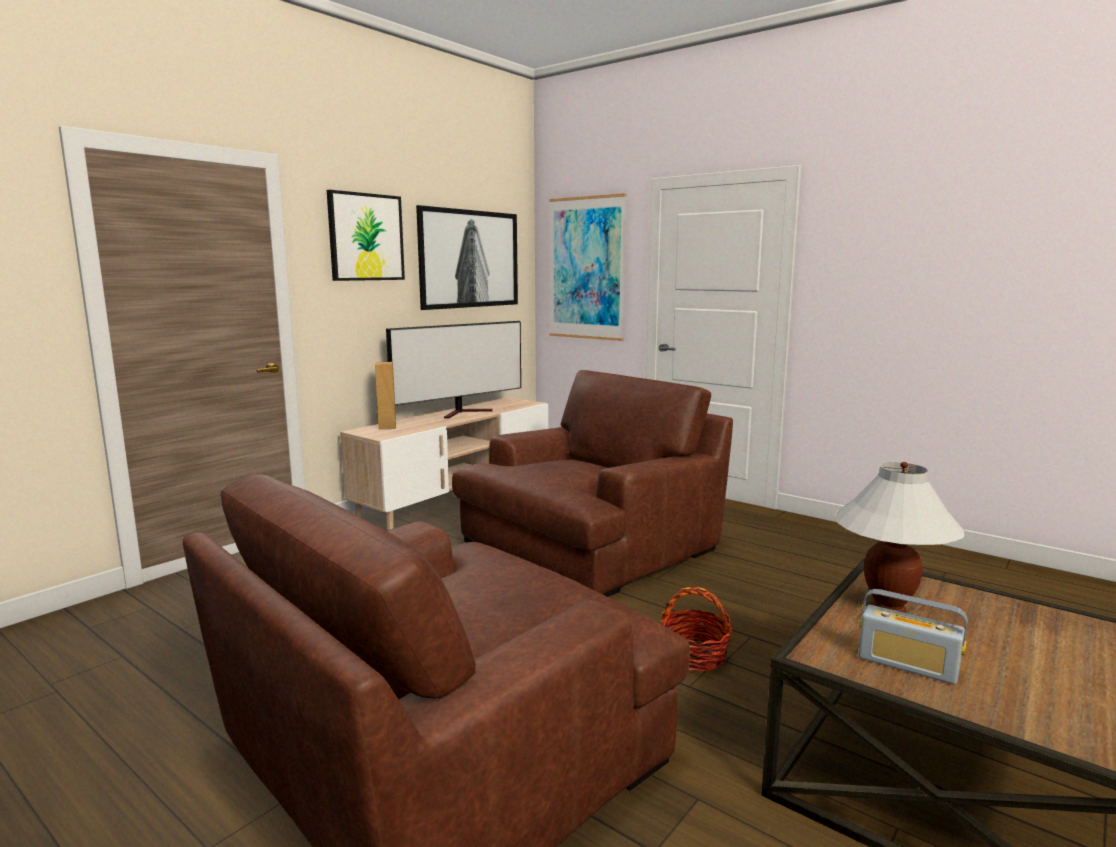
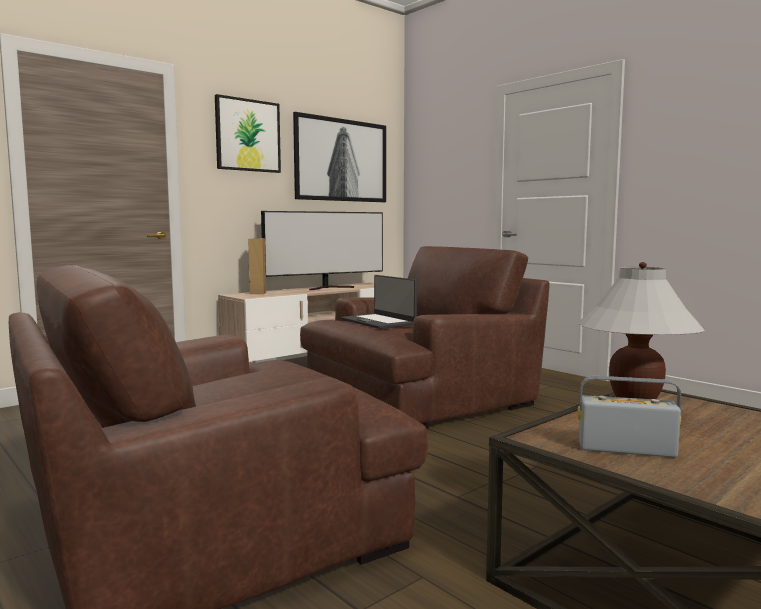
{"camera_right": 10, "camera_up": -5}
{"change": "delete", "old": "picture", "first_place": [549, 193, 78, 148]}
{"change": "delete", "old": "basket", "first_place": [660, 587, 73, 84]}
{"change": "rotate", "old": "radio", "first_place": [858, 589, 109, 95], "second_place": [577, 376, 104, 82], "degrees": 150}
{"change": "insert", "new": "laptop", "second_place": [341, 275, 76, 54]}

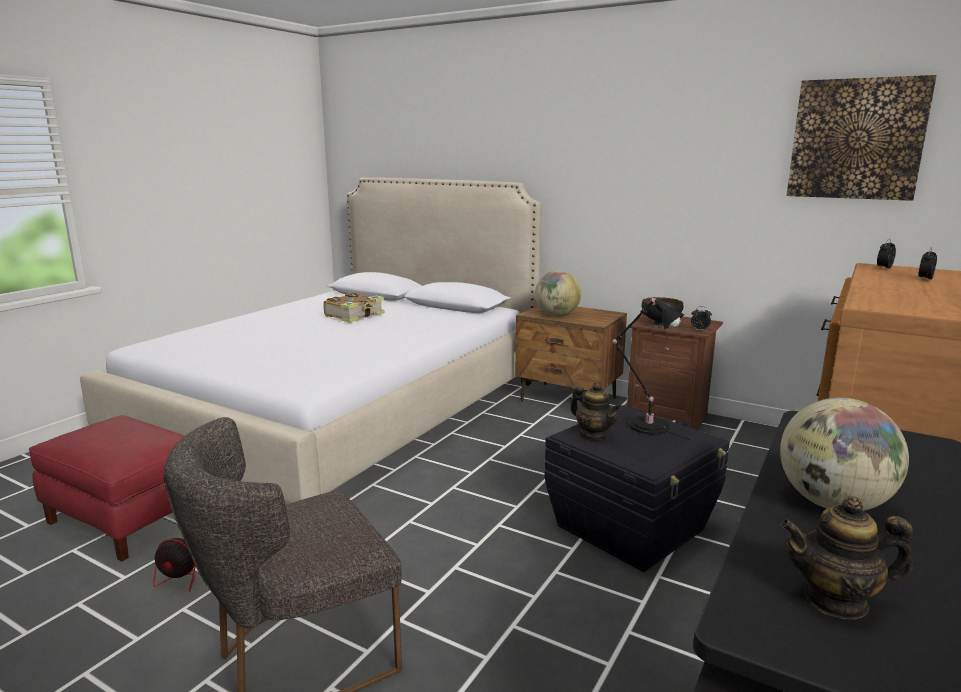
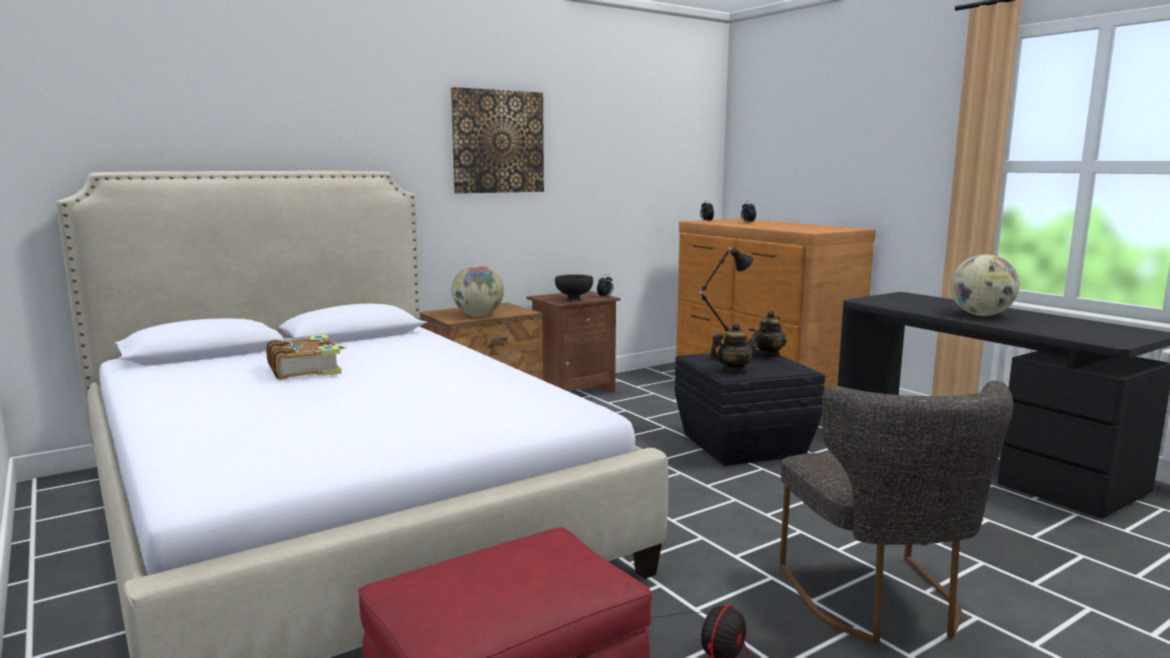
{"camera_right": -65, "camera_up": -5}
{"change": "move", "old": "picture", "first_place": [787, 75, 150, 126], "second_place": [451, 87, 93, 106]}
{"change": "move", "old": "teapot", "first_place": [781, 496, 132, 123], "second_place": [753, 311, 34, 47]}

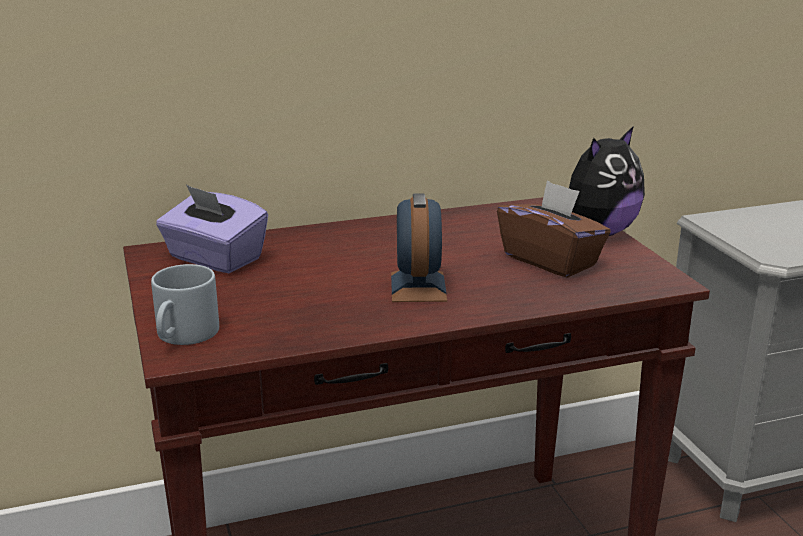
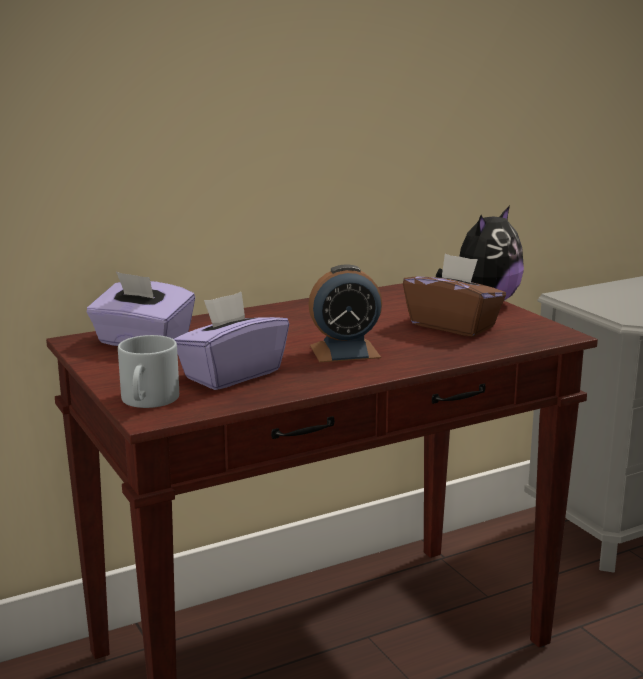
{"camera_right": -10, "camera_up": -5}
{"change": "rotate", "old": "alarm clock", "first_place": [391, 193, 56, 109], "second_place": [308, 264, 74, 98], "degrees": 90}
{"change": "insert", "new": "purple tissue box", "second_place": [174, 292, 115, 98]}

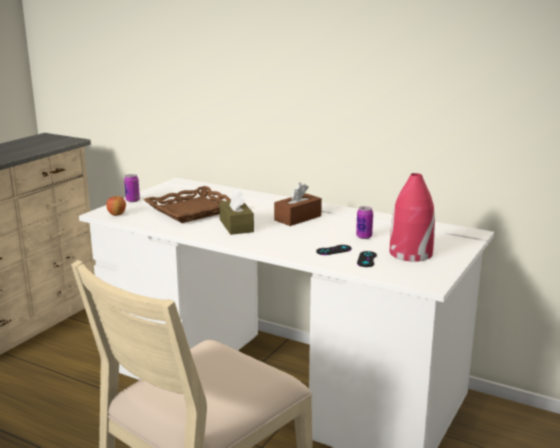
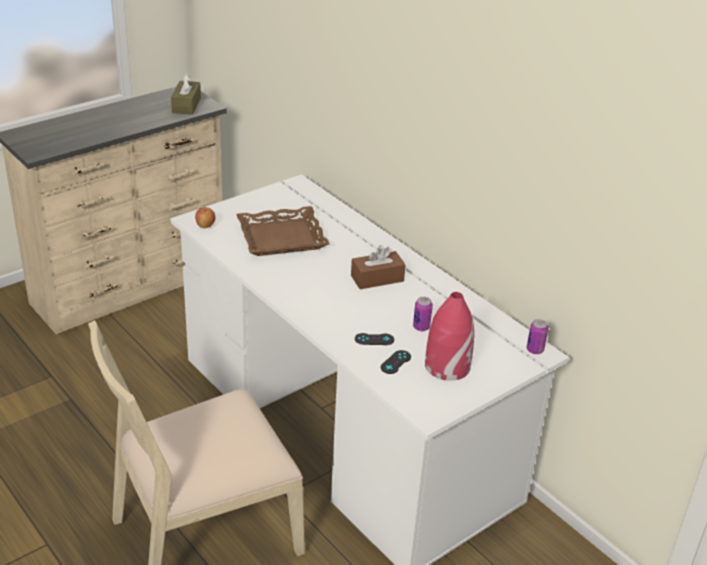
{"camera_right": 20, "camera_up": 15}
{"change": "move", "old": "can", "first_place": [124, 174, 16, 28], "second_place": [527, 319, 21, 35]}
{"change": "move", "old": "brown tissue box", "first_place": [219, 189, 35, 46], "second_place": [171, 73, 30, 42]}

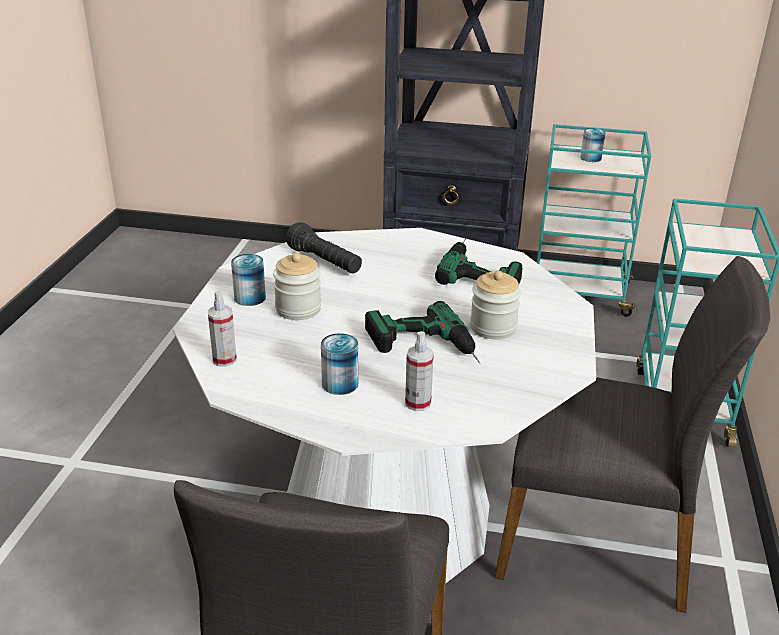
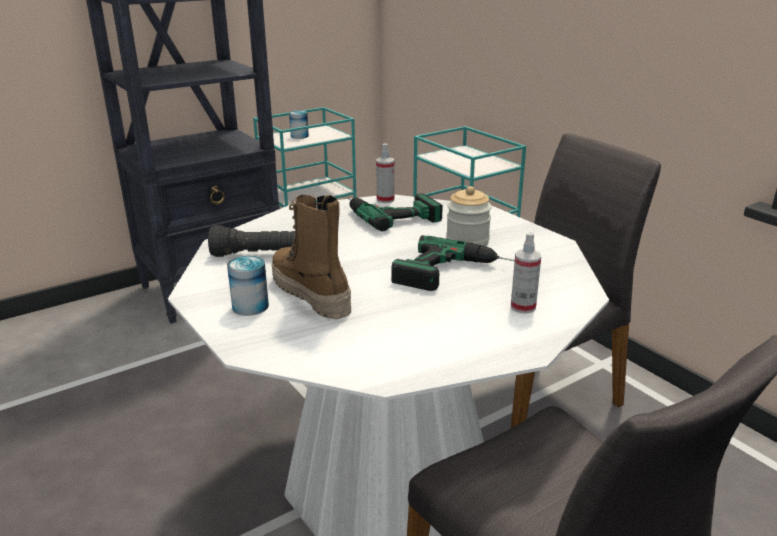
{"camera_right": -45, "camera_up": -5}
{"change": "replace", "old": "jar", "new": "boot", "first_place": [273, 253, 48, 67], "second_place": [271, 195, 80, 124]}
{"change": "move", "old": "spray bottle", "first_place": [208, 290, 29, 77], "second_place": [376, 143, 19, 60]}
{"change": "delete", "old": "can", "first_place": [321, 333, 37, 62]}

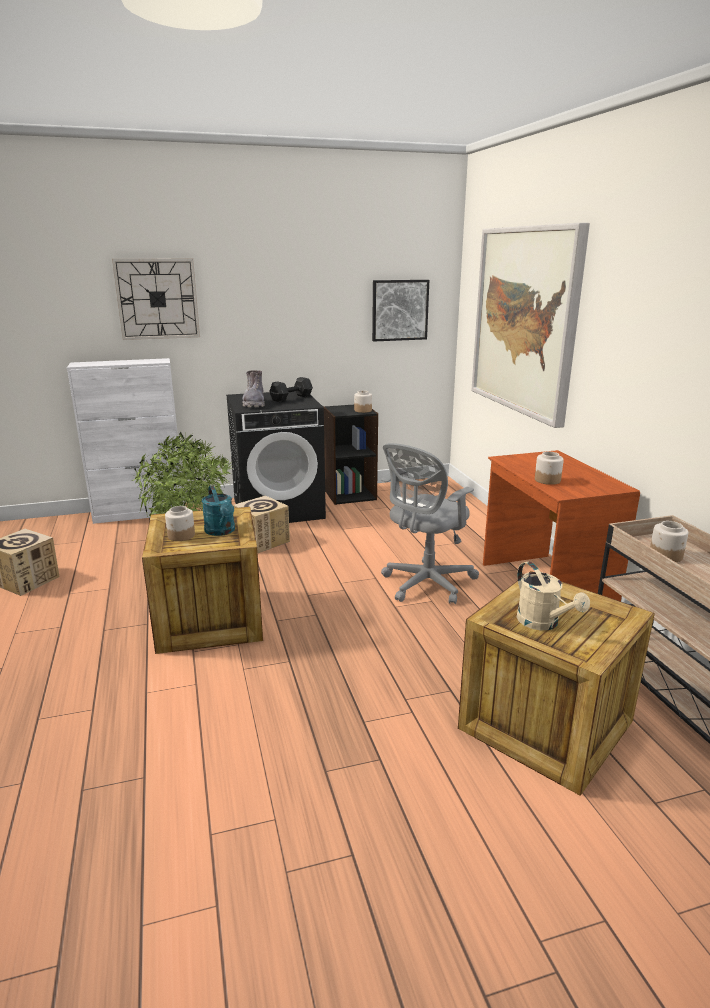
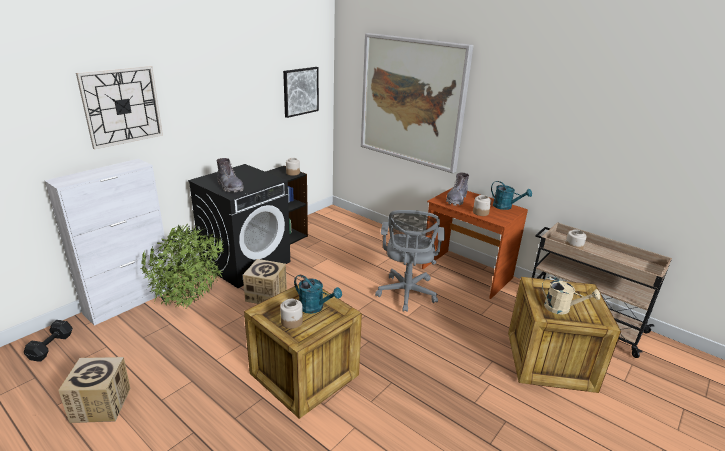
{"camera_right": -35, "camera_up": 5}
{"change": "move", "old": "black dumbbell", "first_place": [269, 377, 44, 25], "second_place": [24, 320, 49, 42]}
{"change": "insert", "new": "grey boot", "second_place": [446, 172, 23, 34]}
{"change": "insert", "new": "turquoise watering can", "second_place": [491, 181, 41, 29]}

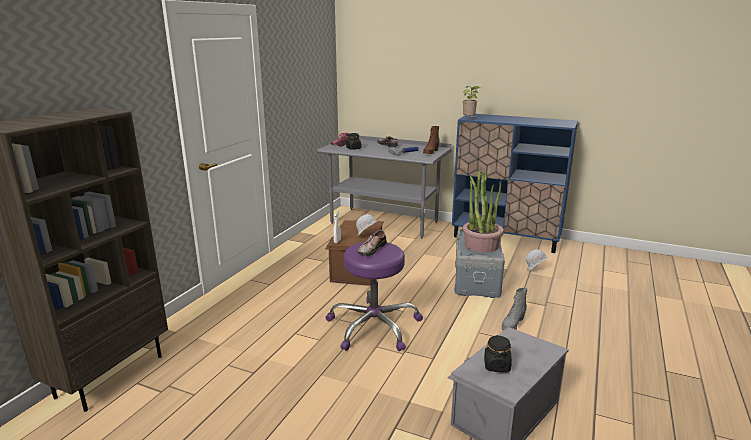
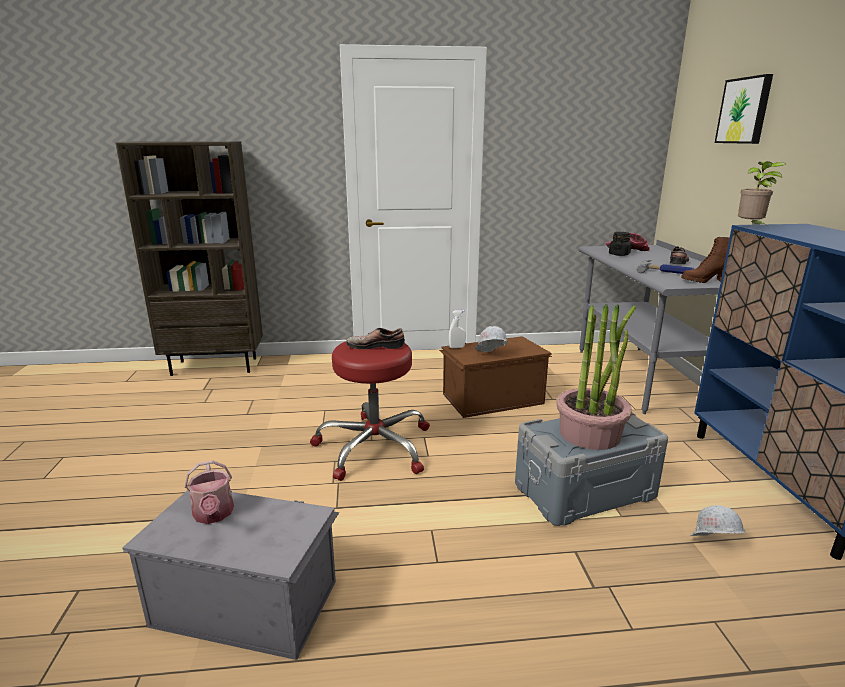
{"camera_right": 60, "camera_up": 0}
{"change": "recolor", "old": "purple stool", "new": "red stool", "first_place": [325, 242, 98, 109], "second_place": [310, 342, 120, 139]}
{"change": "delete", "old": "grey boot", "first_place": [502, 288, 25, 43]}
{"change": "replace", "old": "black jar", "new": "watering can", "first_place": [484, 335, 28, 38], "second_place": [185, 460, 49, 64]}
{"change": "insert", "new": "picture", "second_place": [715, 74, 58, 70]}

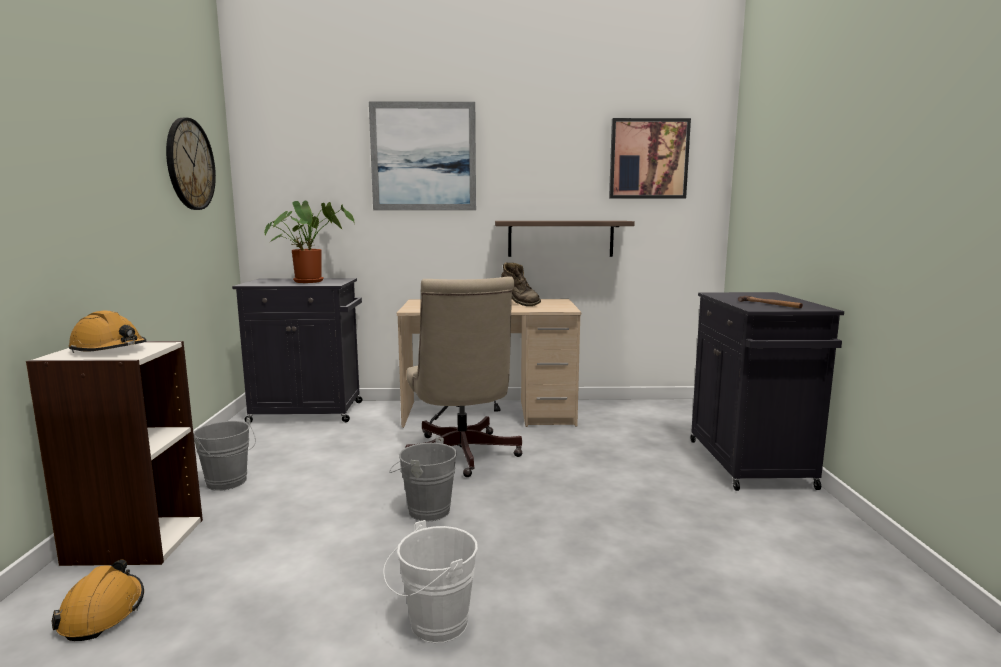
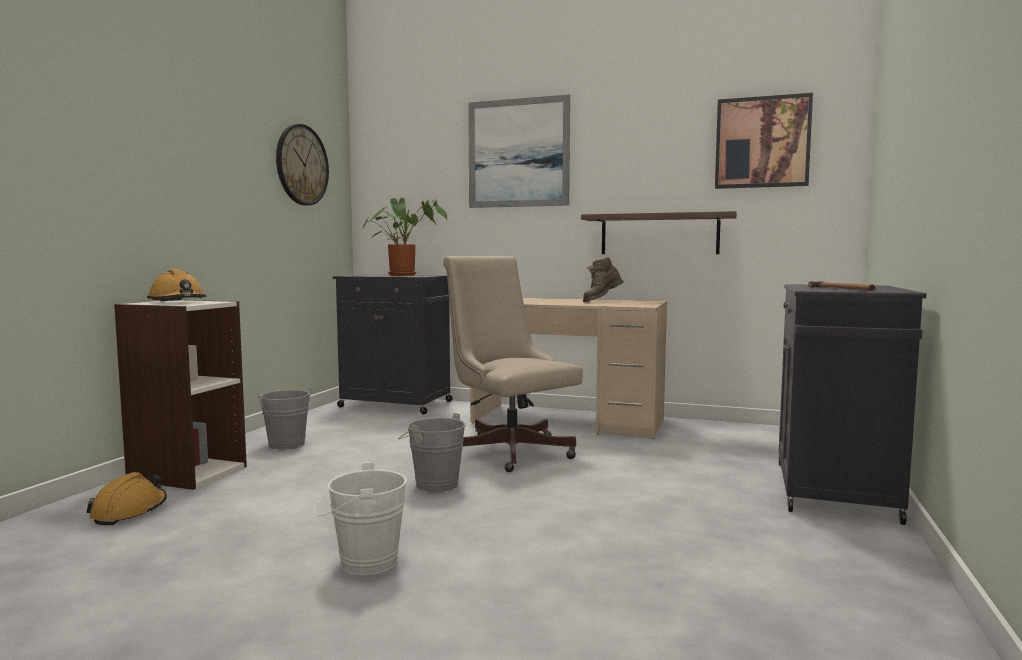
{"camera_right": 20, "camera_up": -5}
{"change": "rotate", "old": "brown boot", "first_place": [501, 262, 40, 44], "second_place": [583, 257, 41, 45], "degrees": 75}
{"change": "rotate", "old": "beige office chair", "first_place": [405, 276, 118, 201], "second_place": [443, 256, 140, 216], "degrees": 135}

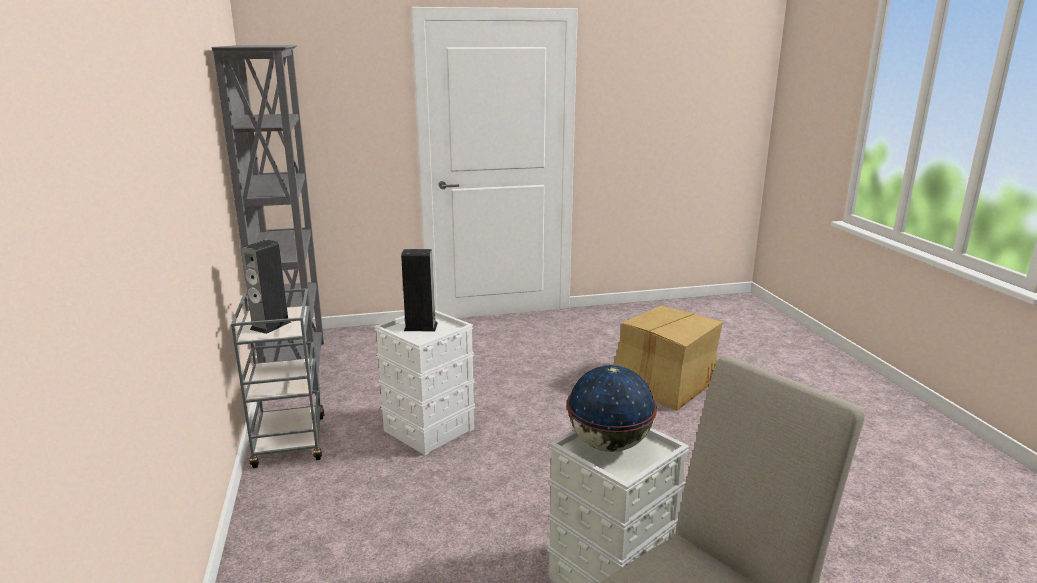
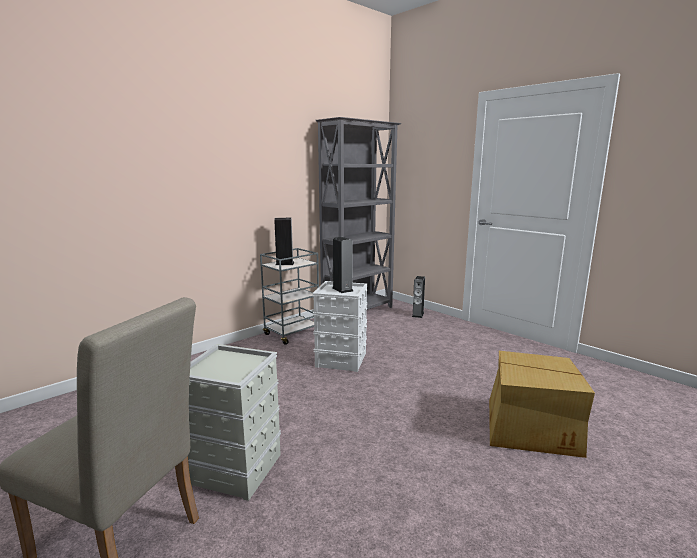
{"camera_right": 60, "camera_up": -5}
{"change": "delete", "old": "globe", "first_place": [567, 365, 90, 87]}
{"change": "insert", "new": "speaker", "second_place": [412, 276, 13, 42]}

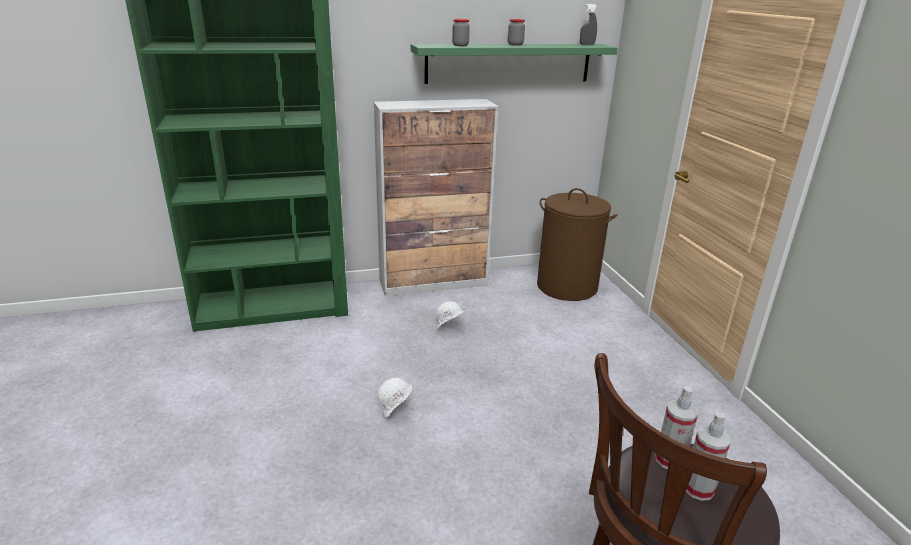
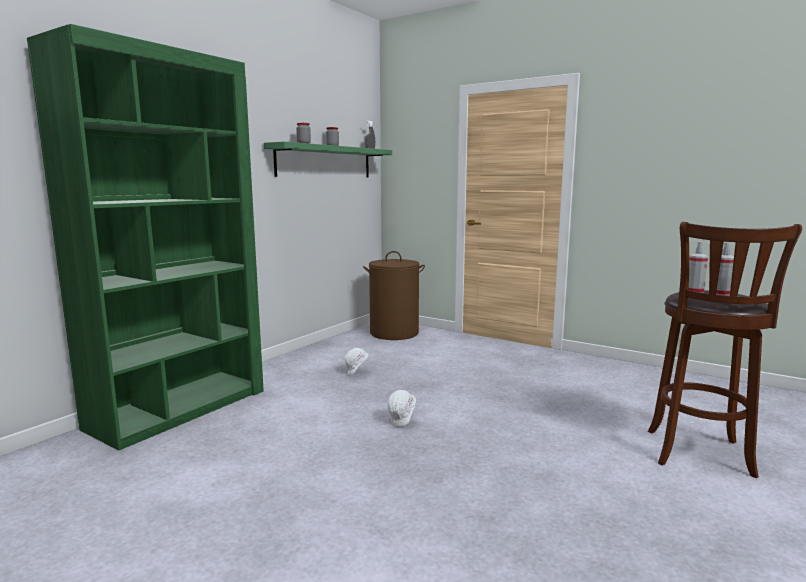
{"camera_right": -40, "camera_up": -15}
{"change": "delete", "old": "cabinet", "first_place": [374, 99, 124, 198]}

